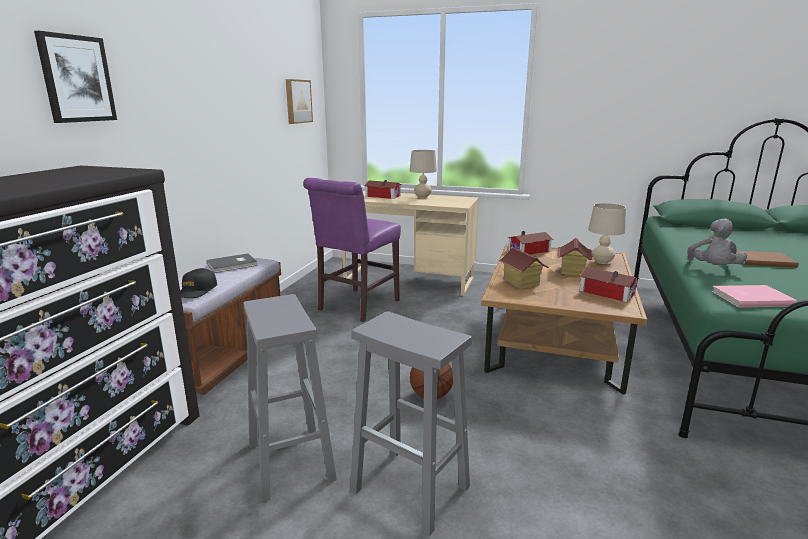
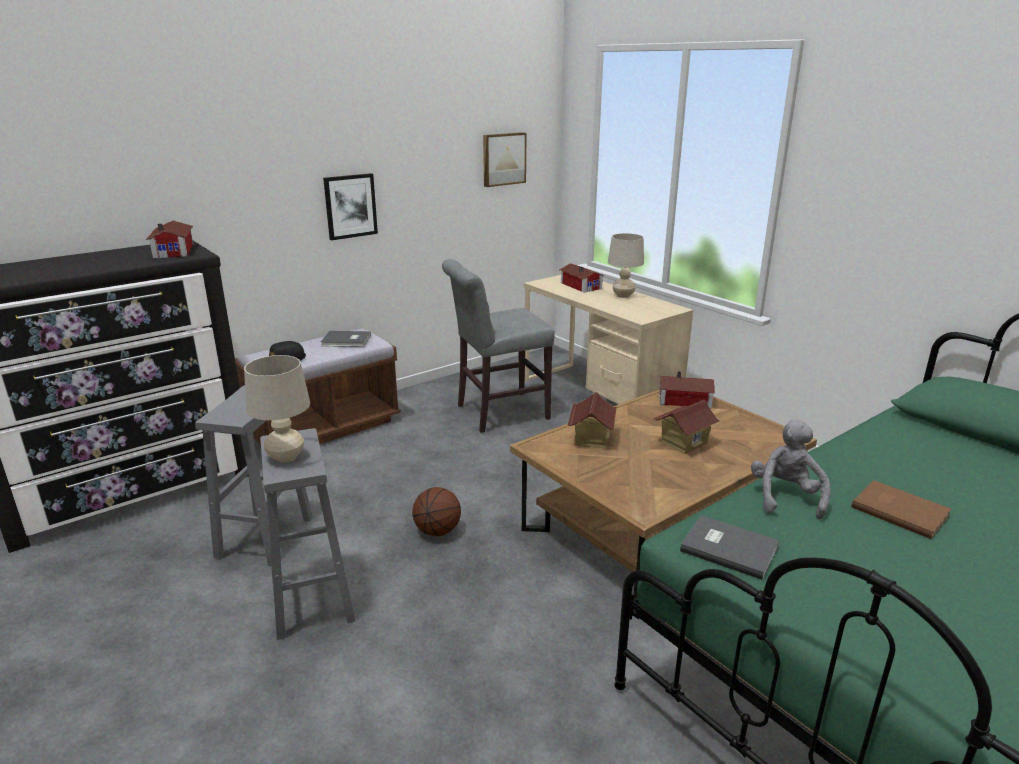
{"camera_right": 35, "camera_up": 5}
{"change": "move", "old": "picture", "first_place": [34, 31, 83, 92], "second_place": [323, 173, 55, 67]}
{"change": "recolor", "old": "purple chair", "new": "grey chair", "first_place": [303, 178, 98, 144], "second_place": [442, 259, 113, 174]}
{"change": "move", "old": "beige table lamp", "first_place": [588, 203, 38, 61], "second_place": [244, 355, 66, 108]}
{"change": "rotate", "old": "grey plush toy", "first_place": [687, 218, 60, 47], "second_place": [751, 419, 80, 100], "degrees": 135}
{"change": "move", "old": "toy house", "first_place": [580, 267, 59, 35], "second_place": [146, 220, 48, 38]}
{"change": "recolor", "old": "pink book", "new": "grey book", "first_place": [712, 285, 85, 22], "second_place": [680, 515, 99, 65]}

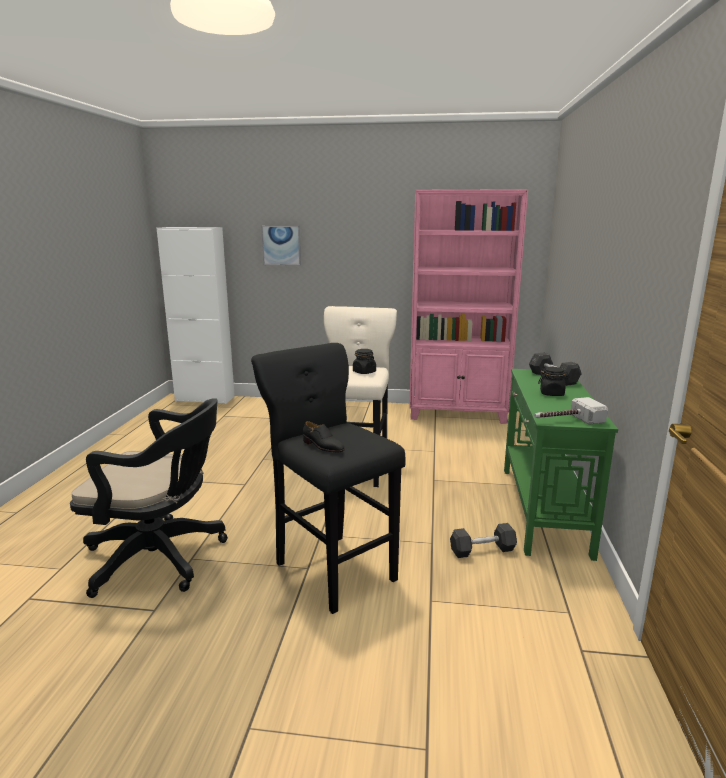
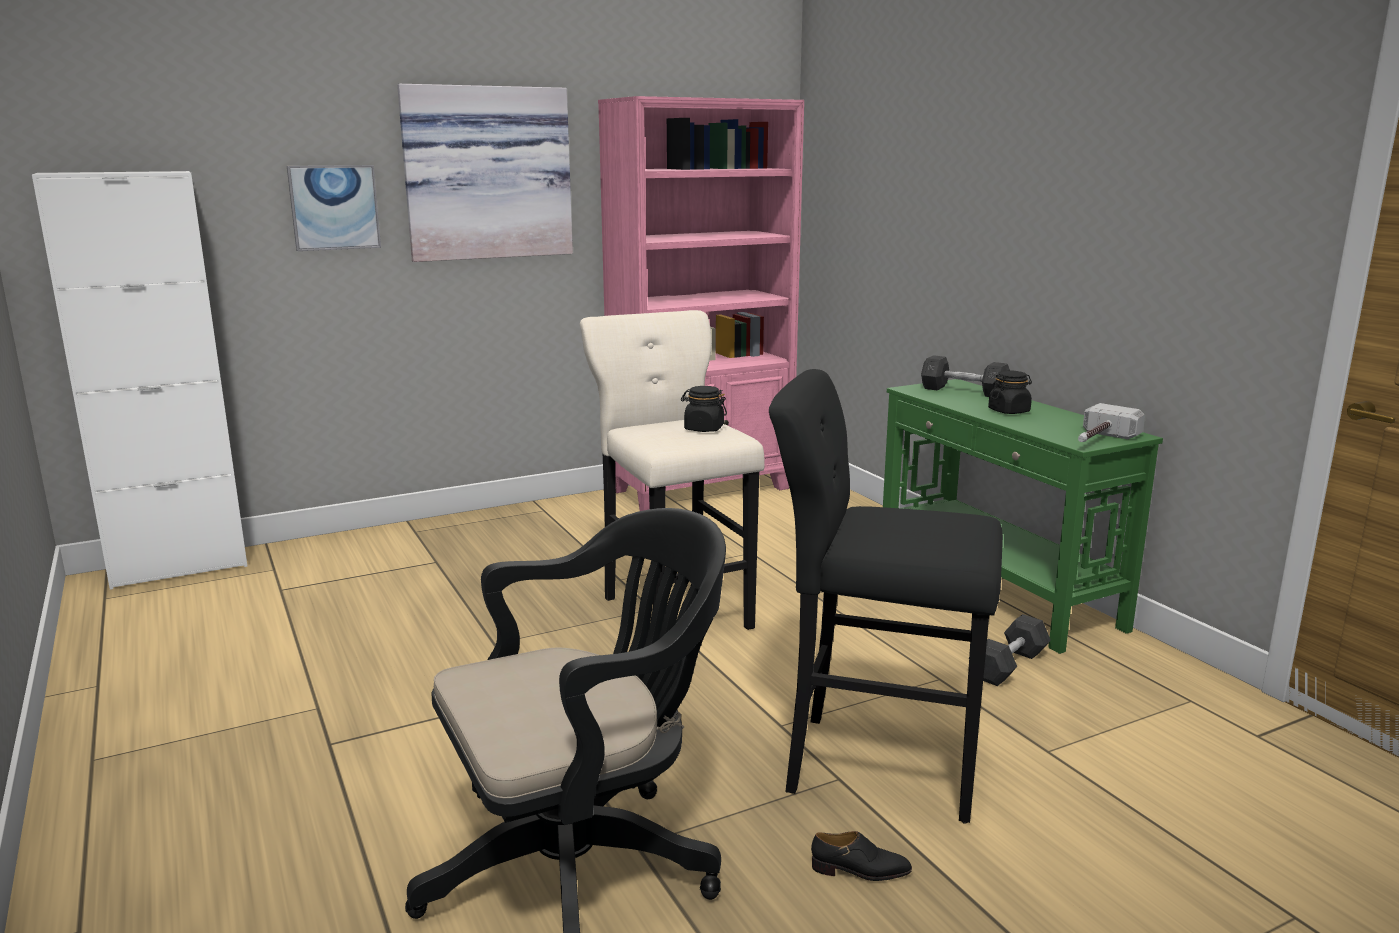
{"camera_right": -35, "camera_up": 0}
{"change": "move", "old": "black shoe", "first_place": [303, 421, 42, 31], "second_place": [811, 831, 101, 50]}
{"change": "insert", "new": "picture", "second_place": [397, 84, 176, 178]}

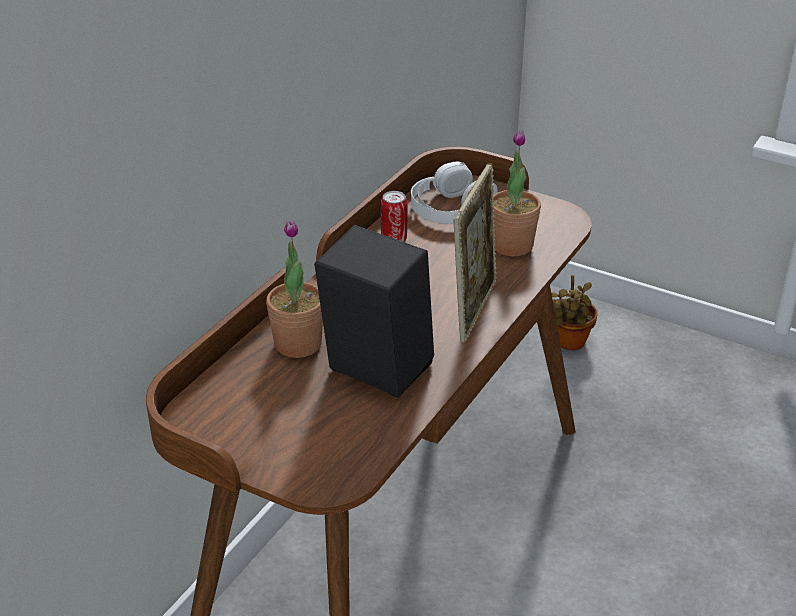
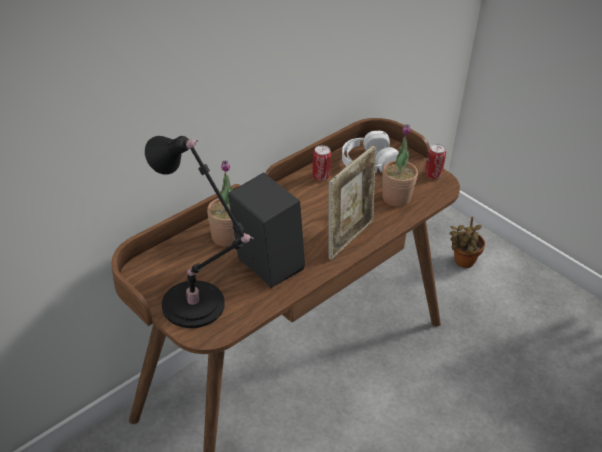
{"camera_right": 15, "camera_up": 5}
{"change": "insert", "new": "black table lamp", "second_place": [145, 136, 109, 192]}
{"change": "insert", "new": "can", "second_place": [425, 144, 21, 35]}

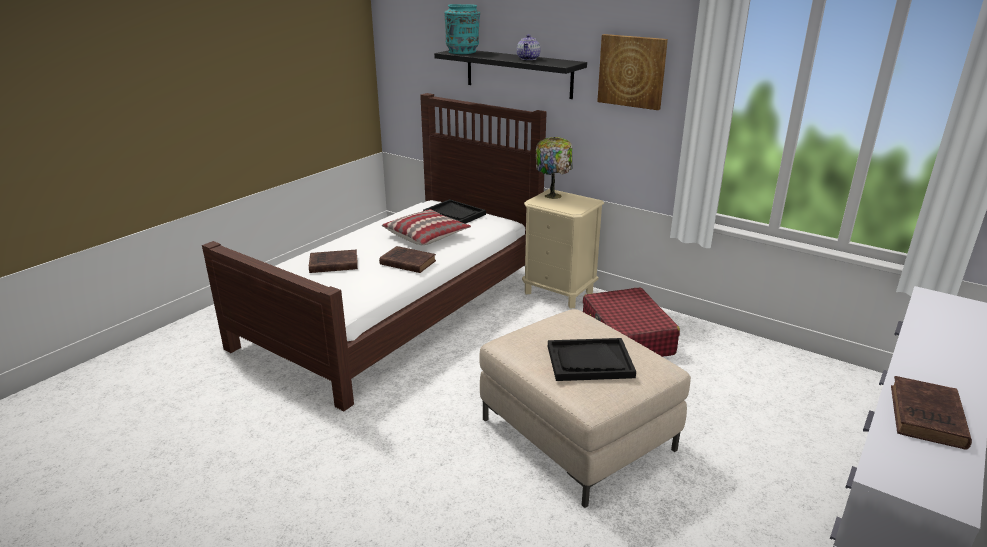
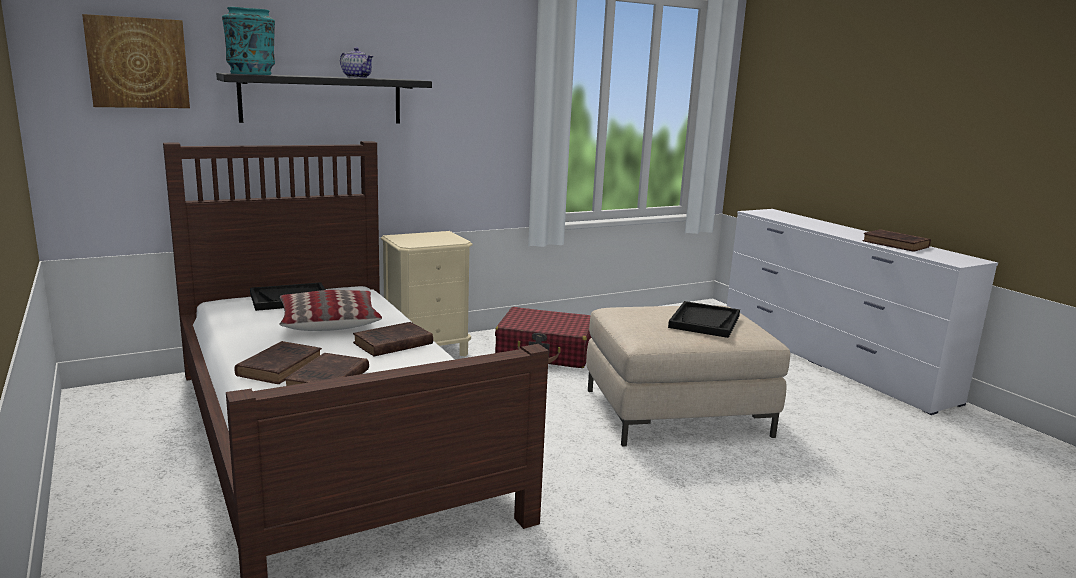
{"camera_right": -65, "camera_up": -10}
{"change": "move", "old": "picture", "first_place": [597, 34, 71, 76], "second_place": [82, 14, 108, 94]}
{"change": "delete", "old": "table lamp", "first_place": [536, 137, 37, 62]}
{"change": "insert", "new": "brown book", "second_place": [234, 341, 88, 43]}

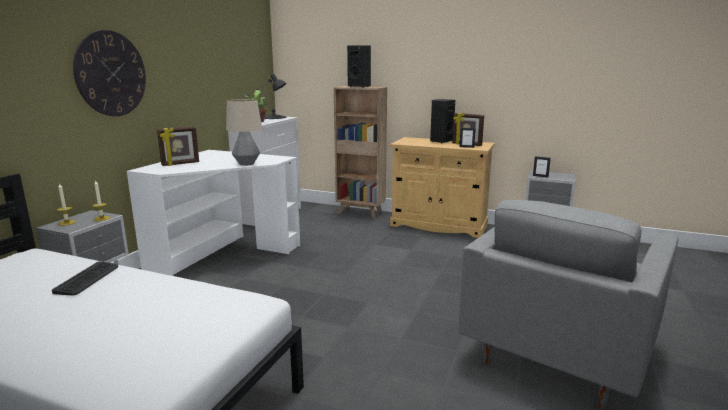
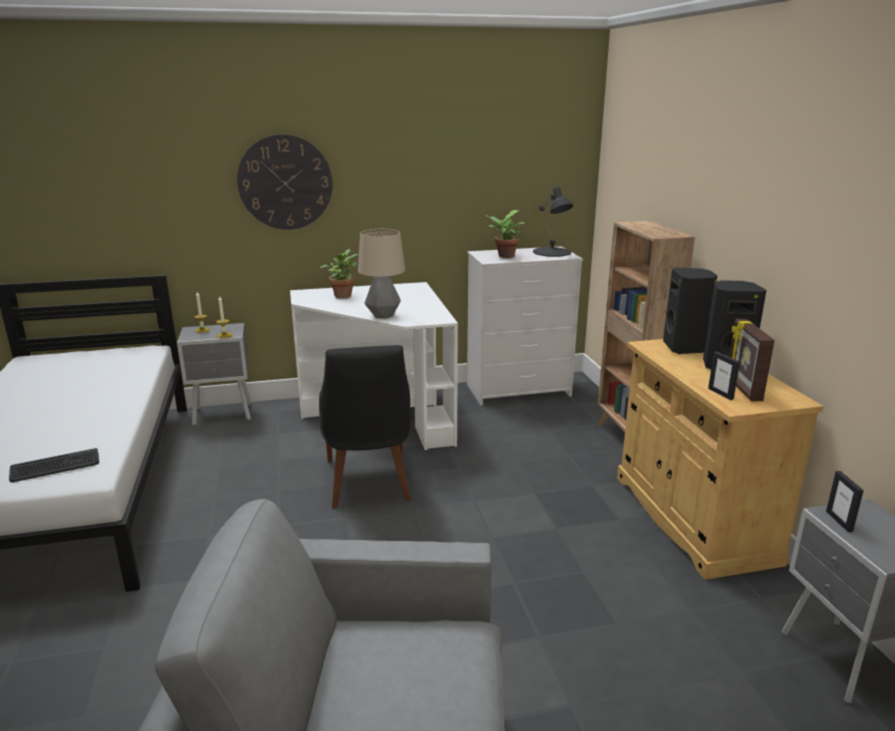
{"camera_right": 55, "camera_up": 5}
{"change": "move", "old": "black speaker", "first_place": [347, 45, 24, 43], "second_place": [663, 268, 54, 86]}
{"change": "replace", "old": "picture frame", "new": "potted plant", "first_place": [157, 126, 42, 40], "second_place": [320, 249, 39, 49]}
{"change": "move", "old": "keyboard", "first_place": [52, 261, 66, 35], "second_place": [9, 448, 90, 34]}
{"change": "insert", "new": "black chair", "second_place": [319, 345, 92, 163]}

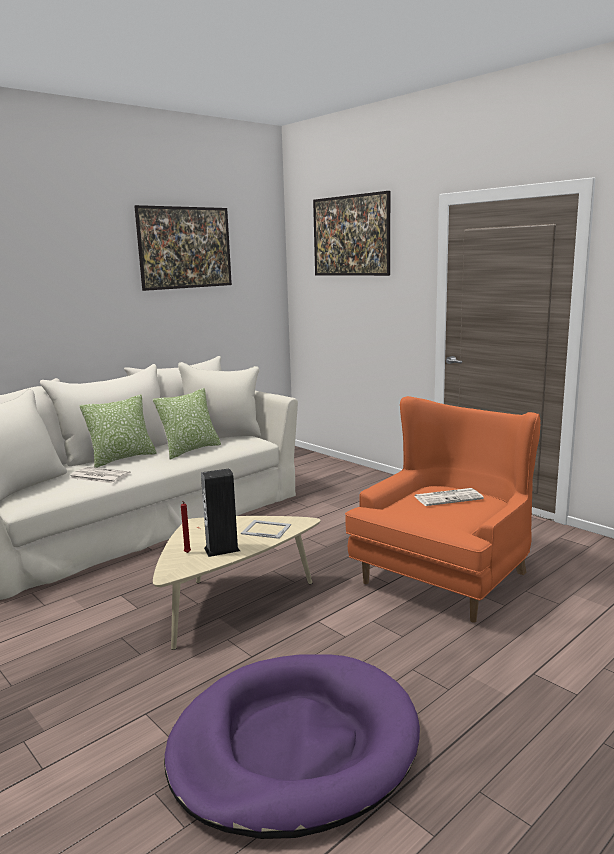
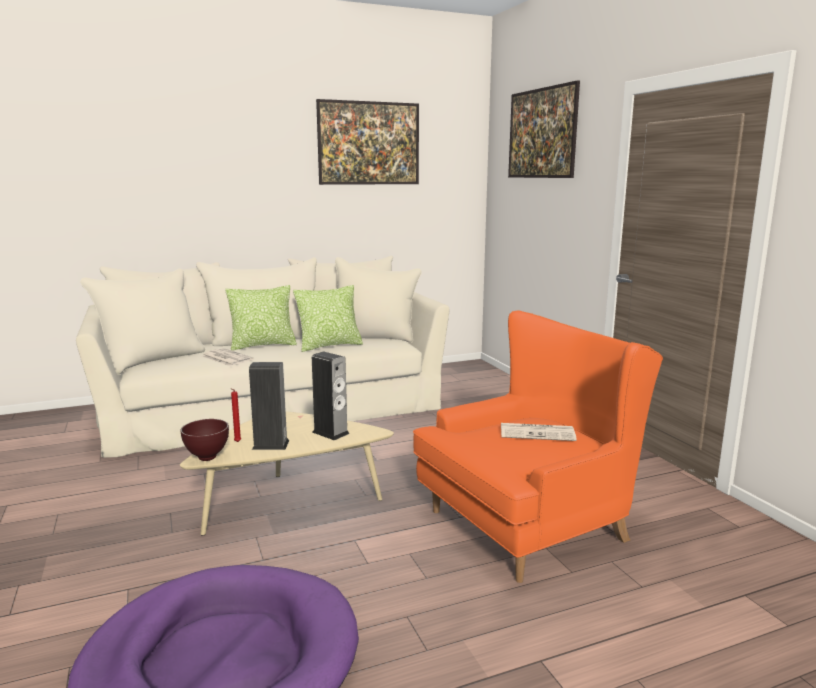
{"camera_right": 20, "camera_up": 0}
{"change": "replace", "old": "picture frame", "new": "speaker", "first_place": [241, 520, 50, 19], "second_place": [312, 352, 38, 88]}
{"change": "insert", "new": "brown bowl", "second_place": [181, 419, 48, 42]}

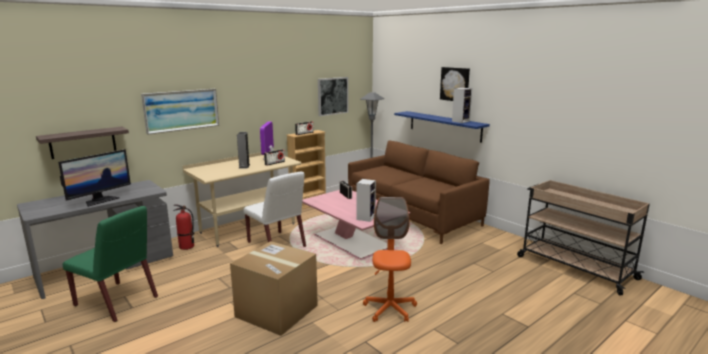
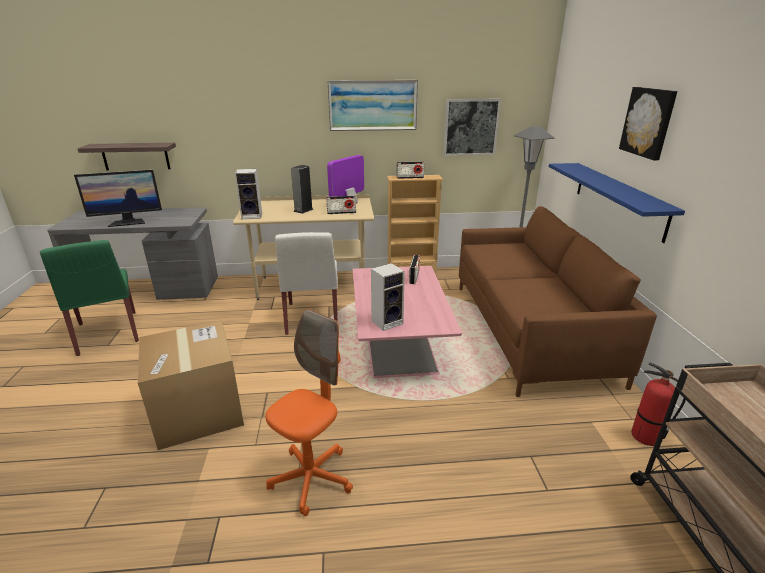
{"camera_right": 35, "camera_up": 10}
{"change": "move", "old": "speaker", "first_place": [452, 88, 20, 35], "second_place": [235, 169, 27, 50]}
{"change": "move", "old": "picture", "first_place": [141, 89, 78, 46], "second_place": [327, 80, 91, 51]}
{"change": "move", "old": "fire extinguisher", "first_place": [173, 204, 22, 46], "second_place": [631, 362, 55, 84]}

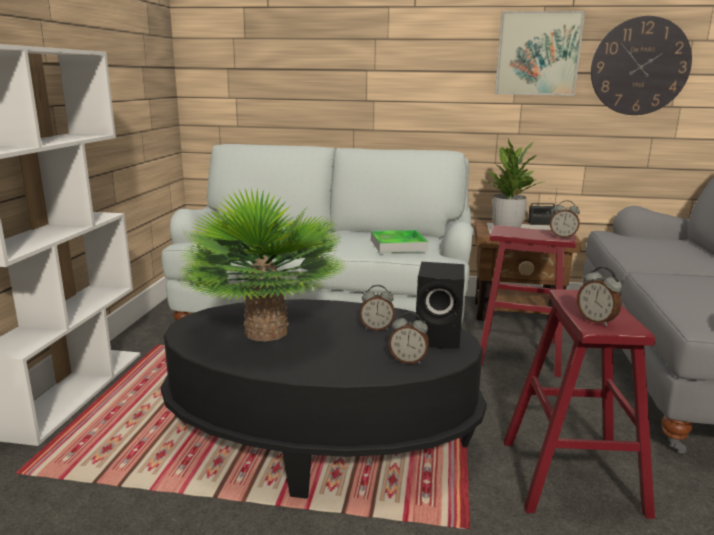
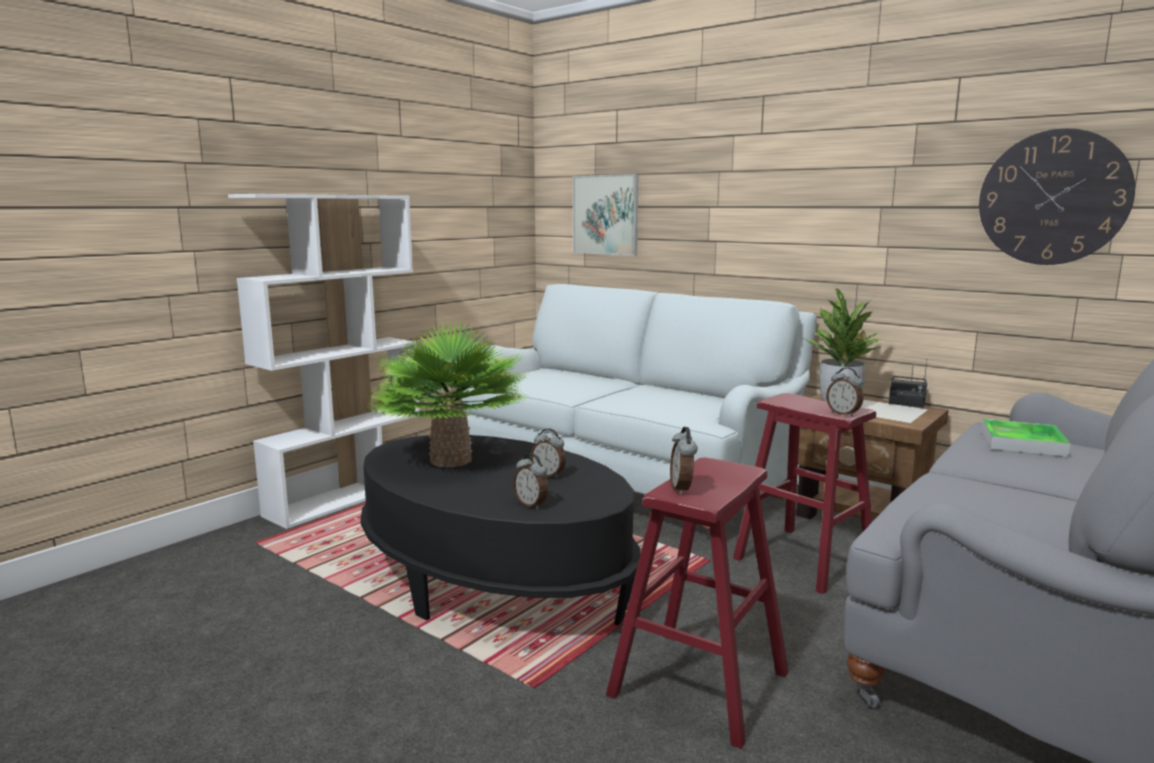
{"camera_right": 30, "camera_up": -5}
{"change": "move", "old": "picture", "first_place": [495, 11, 90, 85], "second_place": [573, 174, 66, 82]}
{"change": "move", "old": "tray", "first_place": [371, 230, 57, 23], "second_place": [982, 419, 88, 38]}
{"change": "delete", "old": "black speaker", "first_place": [416, 262, 49, 87]}

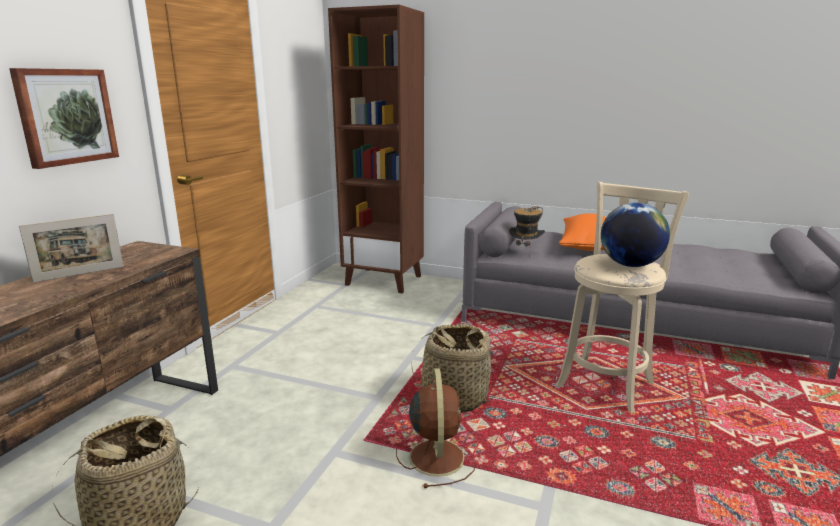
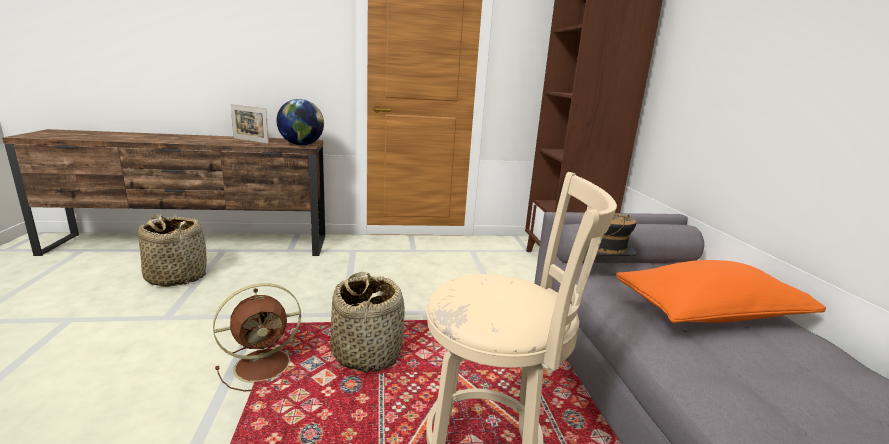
{"camera_right": 60, "camera_up": 0}
{"change": "delete", "old": "picture", "first_place": [9, 68, 110, 101]}
{"change": "move", "old": "globe", "first_place": [601, 202, 69, 65], "second_place": [277, 99, 47, 46]}

